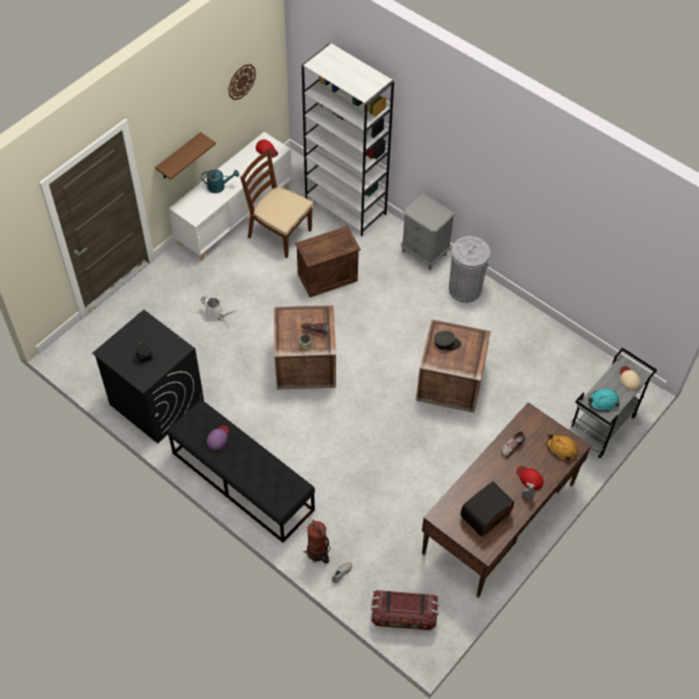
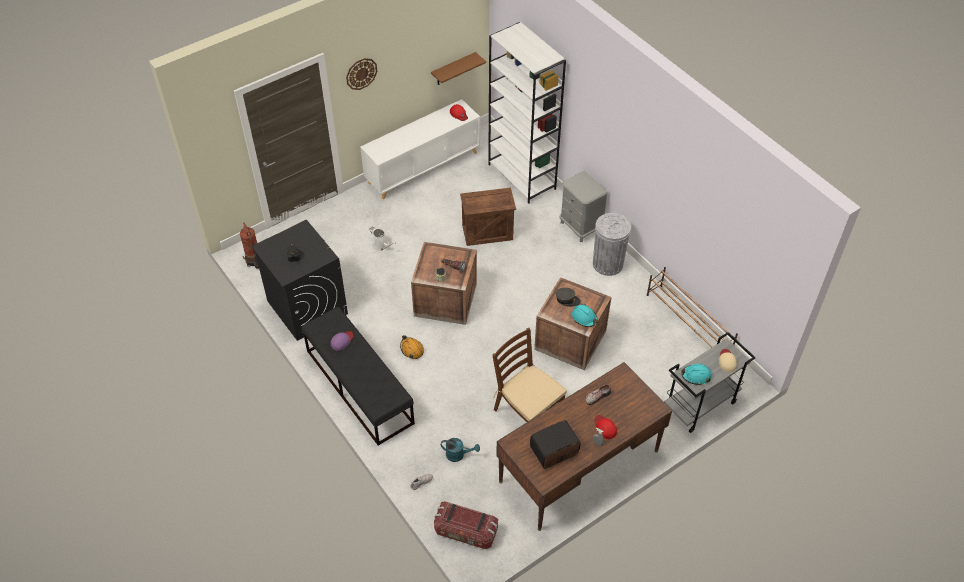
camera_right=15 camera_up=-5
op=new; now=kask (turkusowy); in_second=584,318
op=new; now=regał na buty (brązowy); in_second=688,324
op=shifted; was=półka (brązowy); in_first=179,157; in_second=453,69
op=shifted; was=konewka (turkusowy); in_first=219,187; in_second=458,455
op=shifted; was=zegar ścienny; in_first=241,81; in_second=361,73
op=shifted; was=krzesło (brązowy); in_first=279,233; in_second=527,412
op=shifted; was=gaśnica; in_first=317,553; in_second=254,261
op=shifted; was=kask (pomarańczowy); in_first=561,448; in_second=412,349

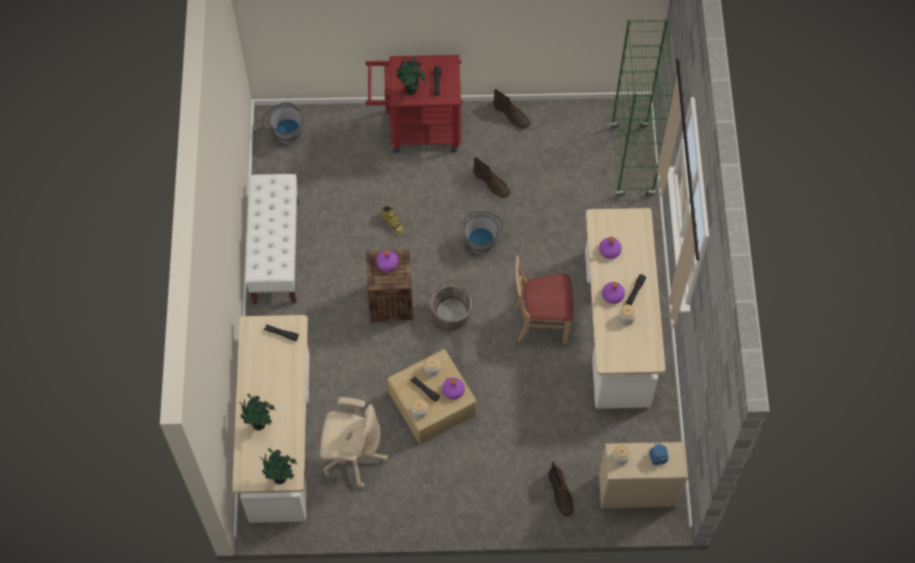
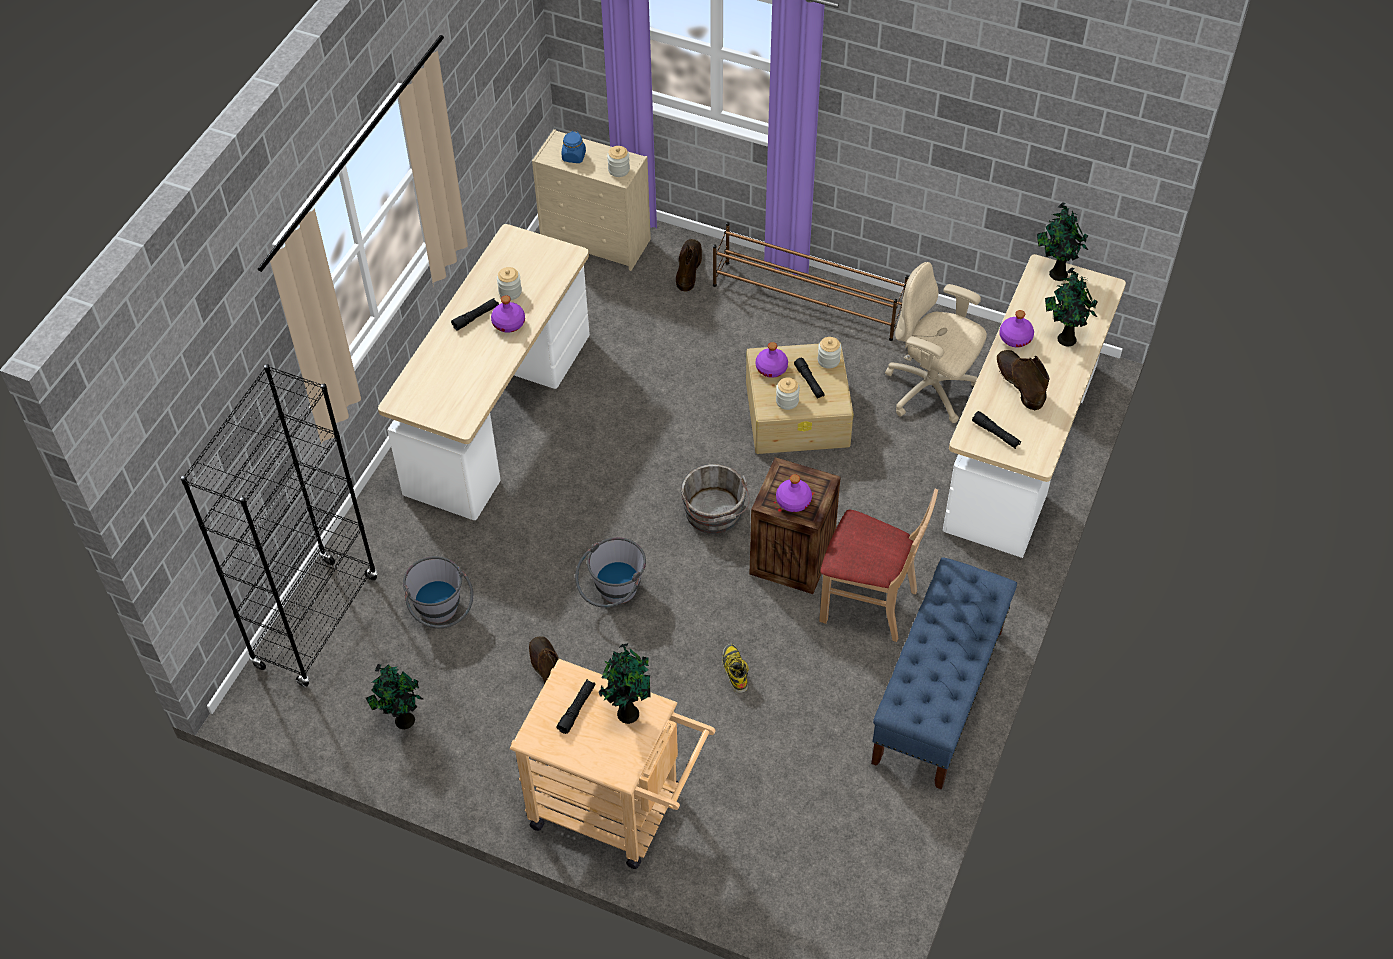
camera_right=-155 camera_up=-10
op=new; now=roślina doniczkowa; in_second=402,720
op=new; now=regał na buty (brązowy); in_second=808,301
op=shifted; was=wiadro (szary); in_first=284,132; in_second=442,614
op=shifted; was=but z cholewką (brązowy); in_first=511,115; in_second=1019,382
op=shifted; was=krzesło (beżowy); in_first=541,322; in_second=868,603
op=shifted; was=butelka (fioletowy); in_first=609,251; in_second=1015,337
op=repainted; was=ławka (biały); now=ławka (niebieski); in_first=276,251; in_second=938,696
op=repainted; was=wózek (czerwony); now=wózek (beżowy); in_first=417,129; in_second=617,810
op=repainted; was=regał (zielony); now=regał (czarny); in_first=632,161; in_second=317,622

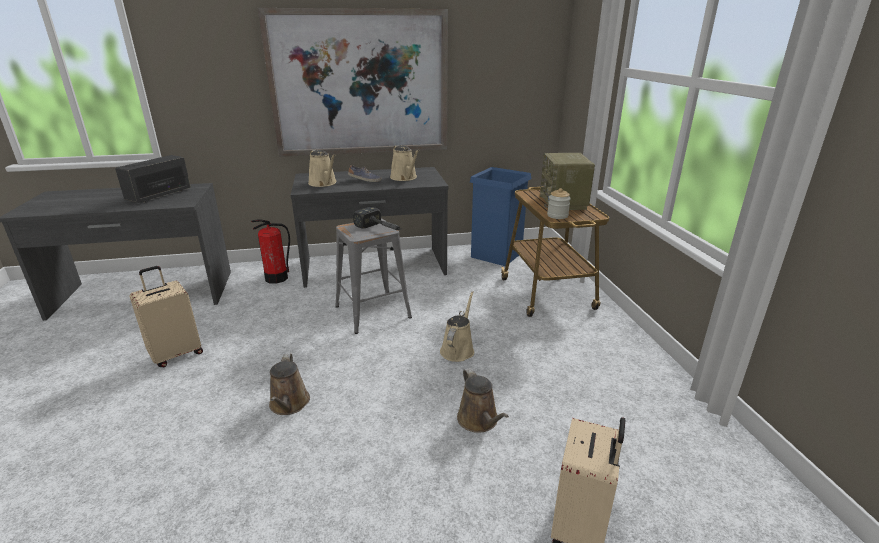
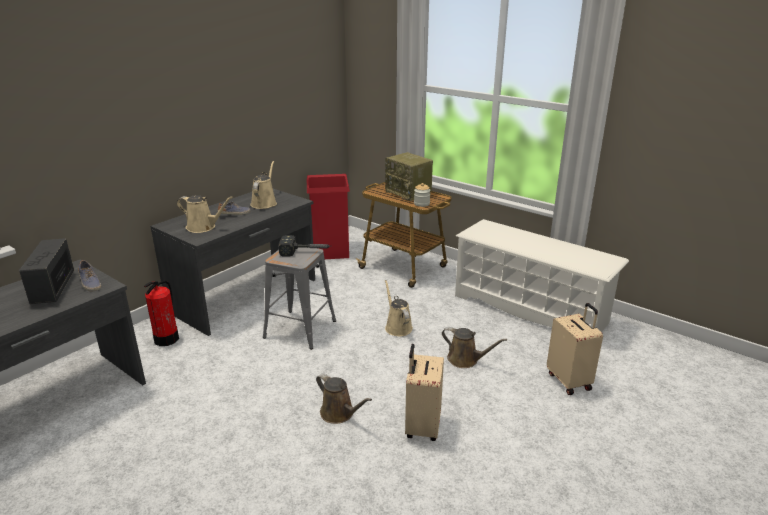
camera_right=-40 camera_up=0
op=gone; was=obraz; in_first=360,84
op=new; now=but; in_second=90,283
op=new; now=regał na buty (biały); in_second=530,309
op=shifted; was=walizka (beżowy); in_first=176,354; in_second=421,427
op=repainted; was=kosz na śmieci (niebieski); now=kosz na śmieci (czerwony); in_first=496,255; in_second=330,251
op=rotated; was=konewka (beżowy); in_first=404,178; in_second=264,203; clockwise=-105

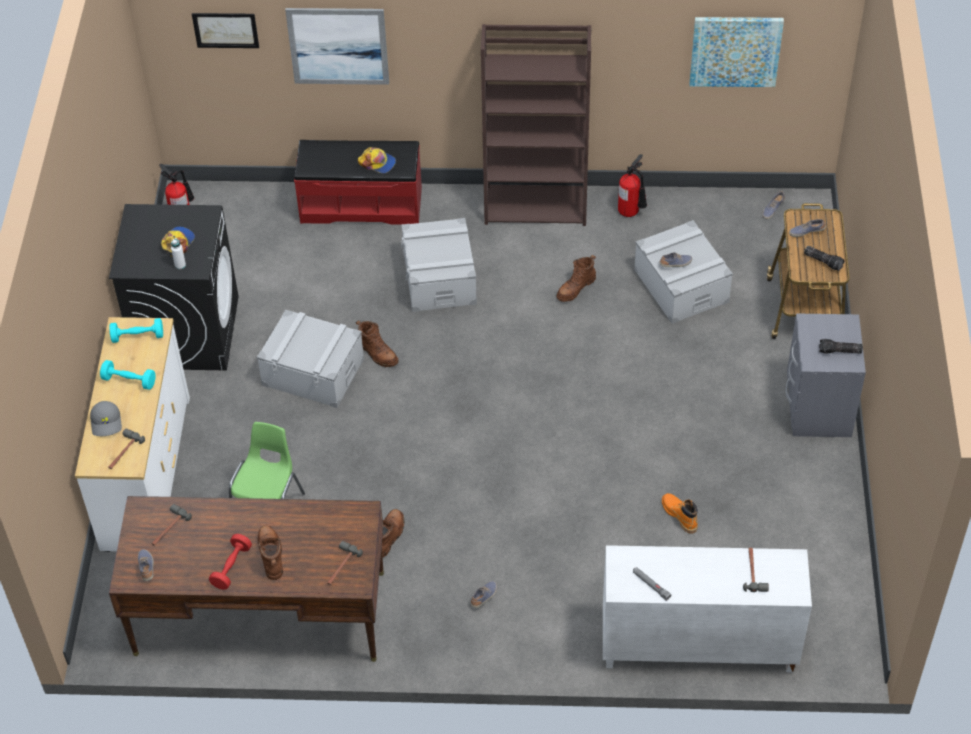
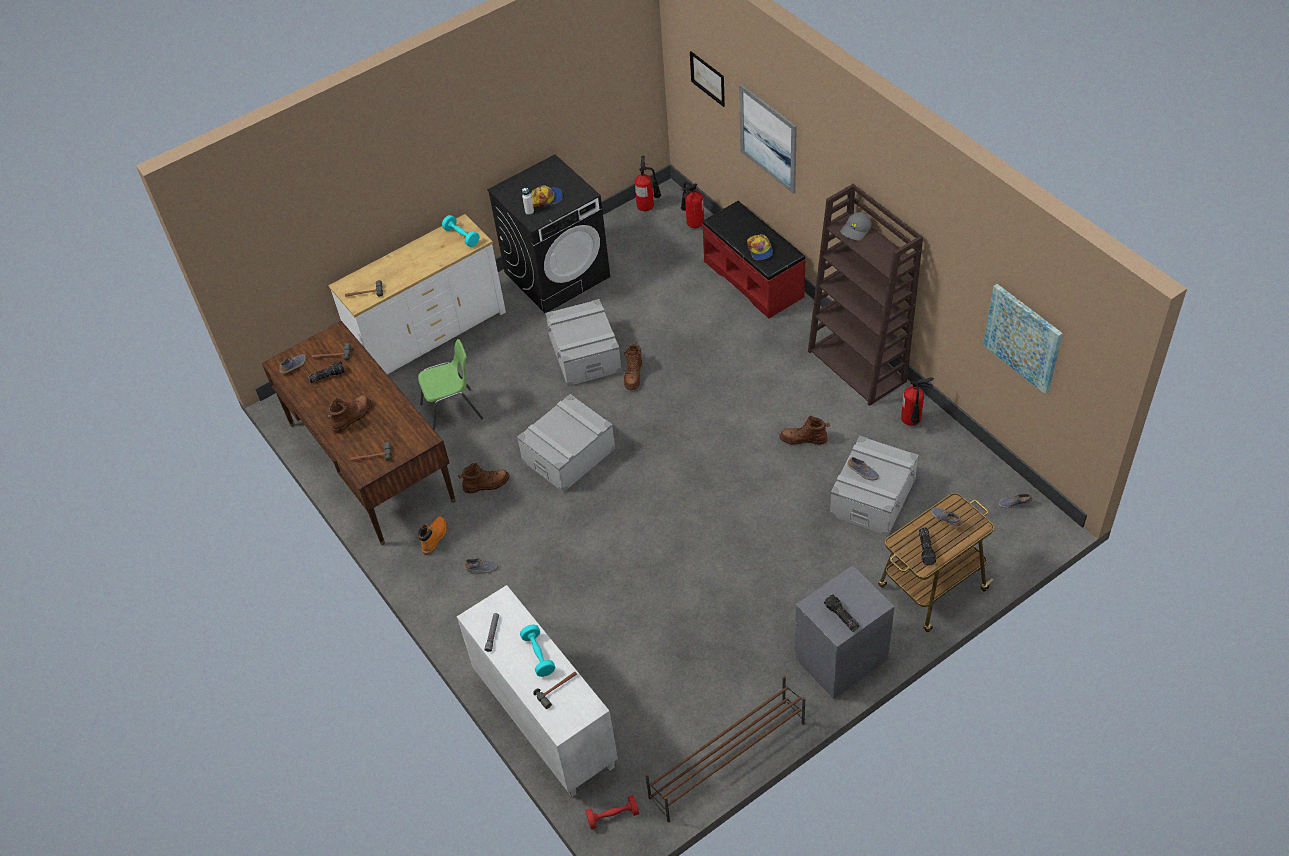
camera_right=55 camera_up=0
op=new; now=latarka; in_second=327,375
op=new; now=regał na buty (brązowy); in_second=726,760
op=new; now=gaśnica; in_second=692,223
op=shifted; was=czapka z daszkiem (szary); in_first=107,423; in_second=856,230
op=shifted; was=hantel (turkusowy); in_first=129,381; in_second=538,655
op=shifted; was=hantel (czerwony); in_first=231,567; in_second=613,816
op=shifted; was=pojemnik do przechowywania (szary); in_first=439,278; in_second=568,455
op=shifted; was=but z cholewką (pomarańczowy); in_first=679,515; in_second=434,538

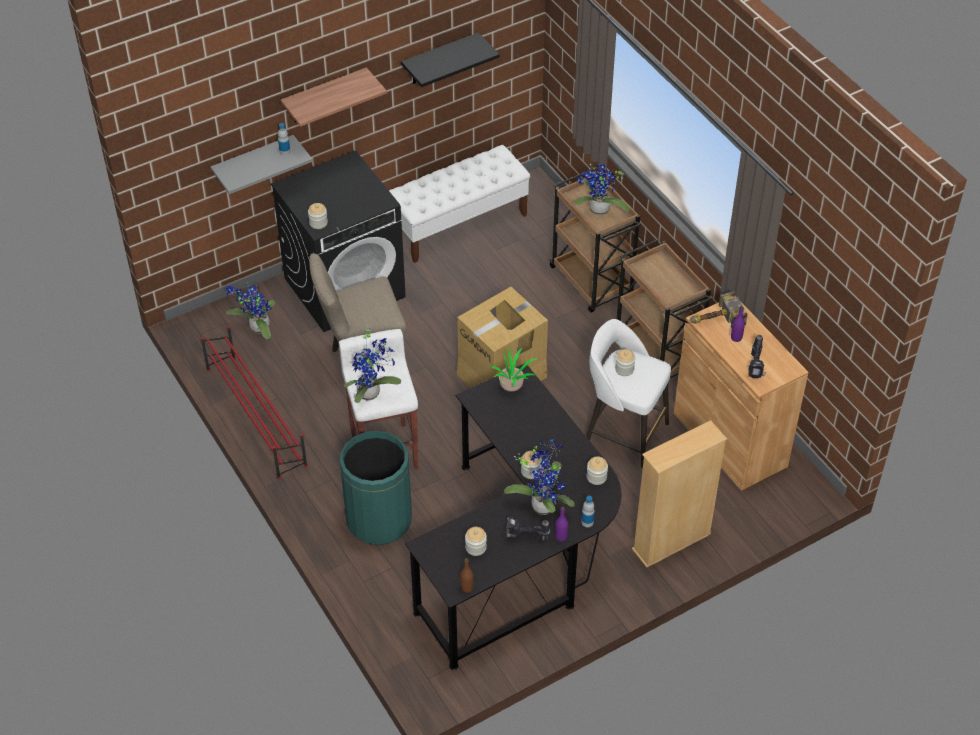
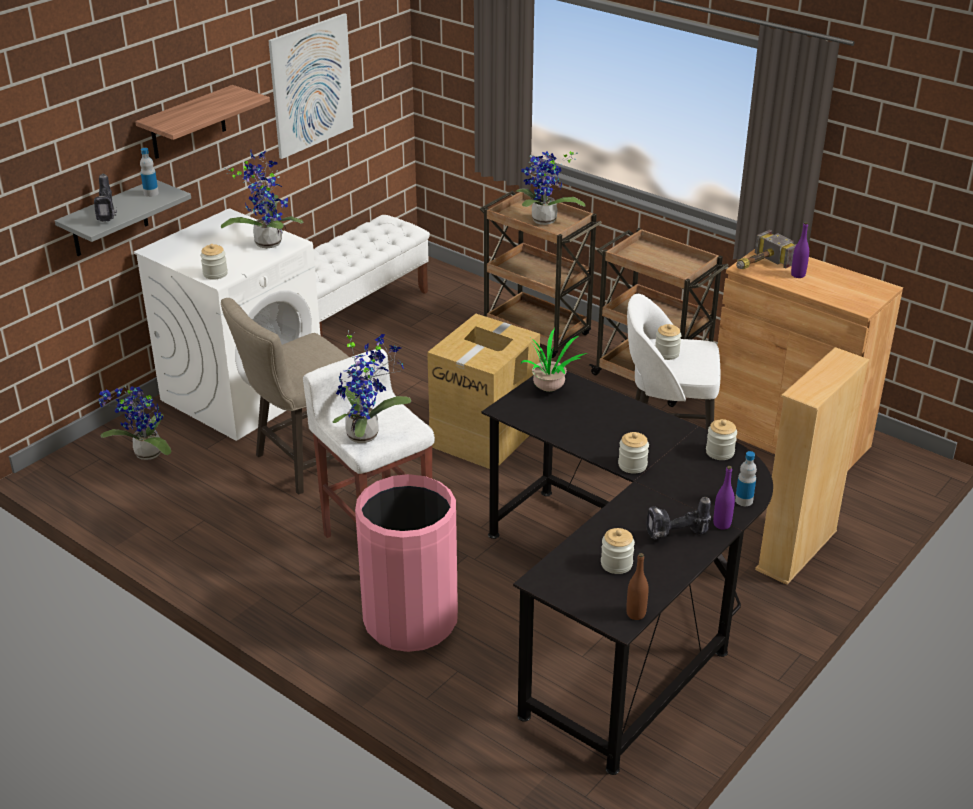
camera_right=-20 camera_up=-15
op=gone; was=regał na buty (czerwony); in_first=256,416
op=shifted; was=roślina doniczkowa; in_first=543,504; in_second=267,241
op=shifted; was=wiertarka; in_first=756,367; in_second=108,215
op=swapped; was=półka (czarny); now=obraz; in_first=440,59; in_second=311,85
op=repainted; was=pralka (czarny); now=pralka (biały); in_first=345,287; in_second=243,393
op=repainted; was=kosz na śmieci (zielony); now=kosz na śmieci (różowy); in_first=379,520; in_second=410,620

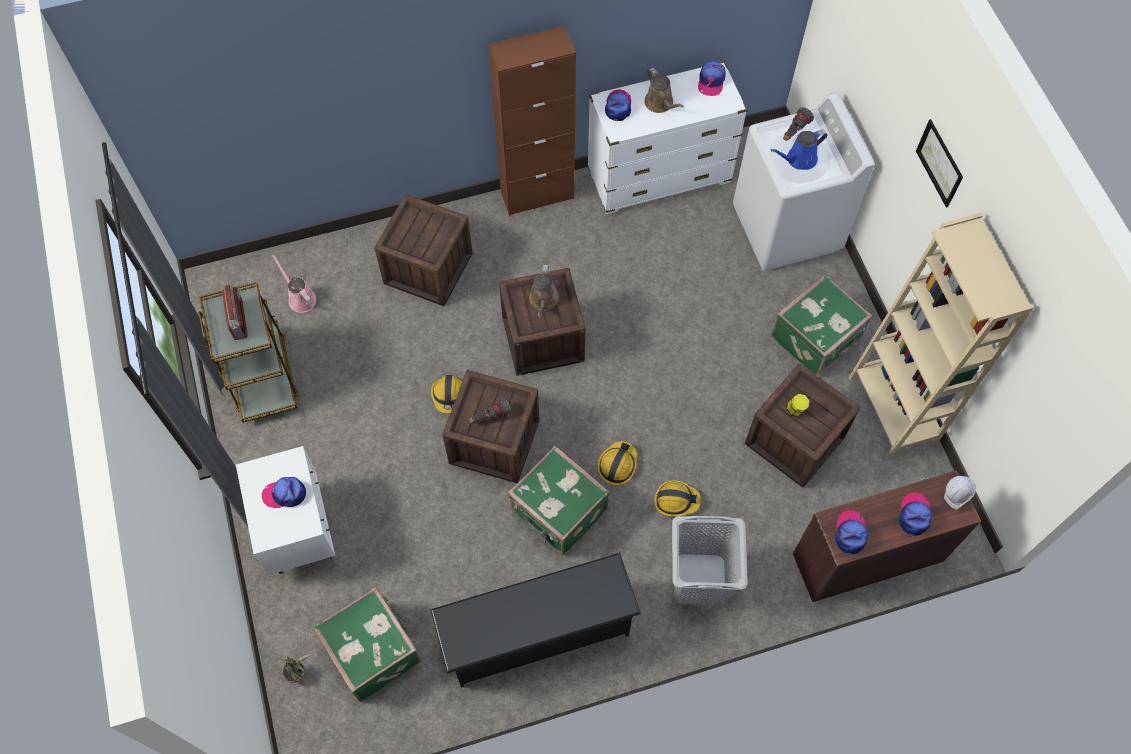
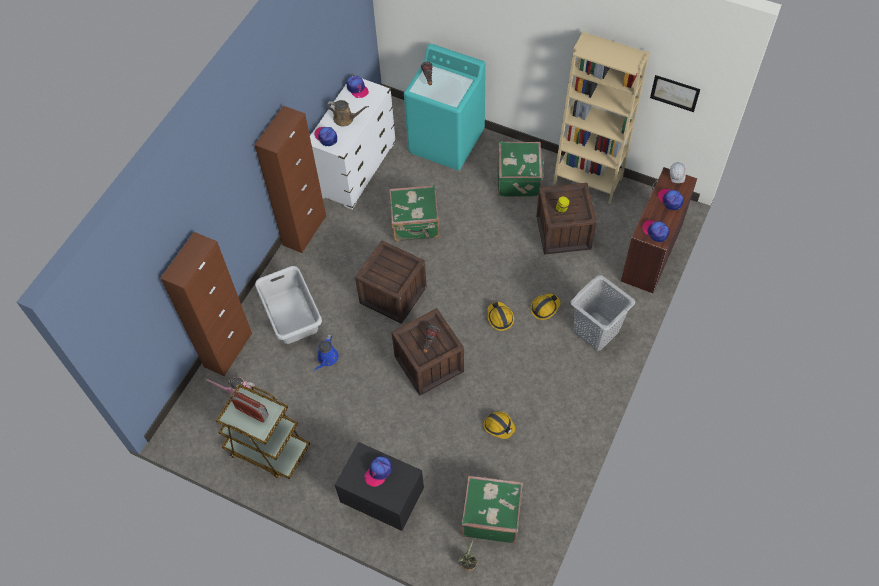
camera_right=-45 camera_up=-5
op=gone; was=regał na buty (czarny); in_first=537,634
op=gone; was=konewka (brązowy); in_first=543,301
op=new; now=szafka (brązowy); in_second=228,350
op=shifted; was=kask; in_first=450,395; in_second=499,426
op=shifted; was=walizka (zielony); in_first=558,512; in_second=415,224
op=shifted; was=konewka (niebieski); in_first=799,159; in_second=327,359
op=shifted; was=obraz; in_first=939,163; in_second=674,93
op=swapped; was=skrzynka; now=kosz na pranie (szary); in_first=428,268; in_second=291,315
op=repainted; was=szafka nocna (biały); now=szafka nocna (czarny); in_first=298,530; in_second=383,501
op=repainted; was=pralka (biały); now=pralka (turkusowy); in_first=786,228; in_second=446,142

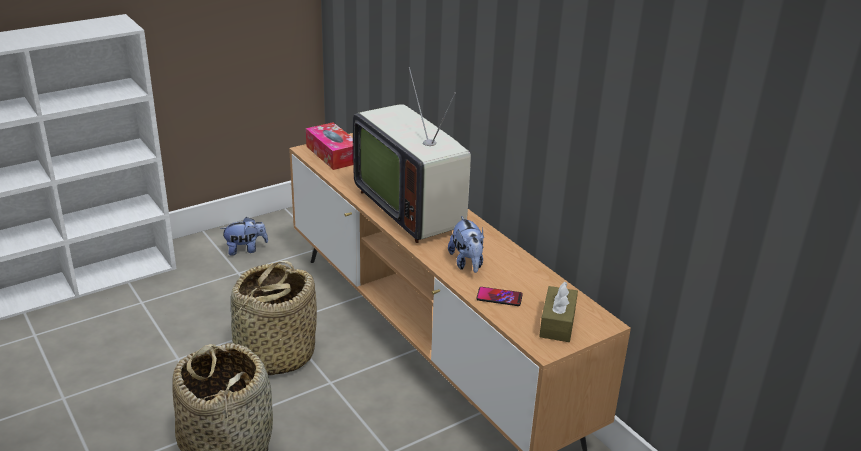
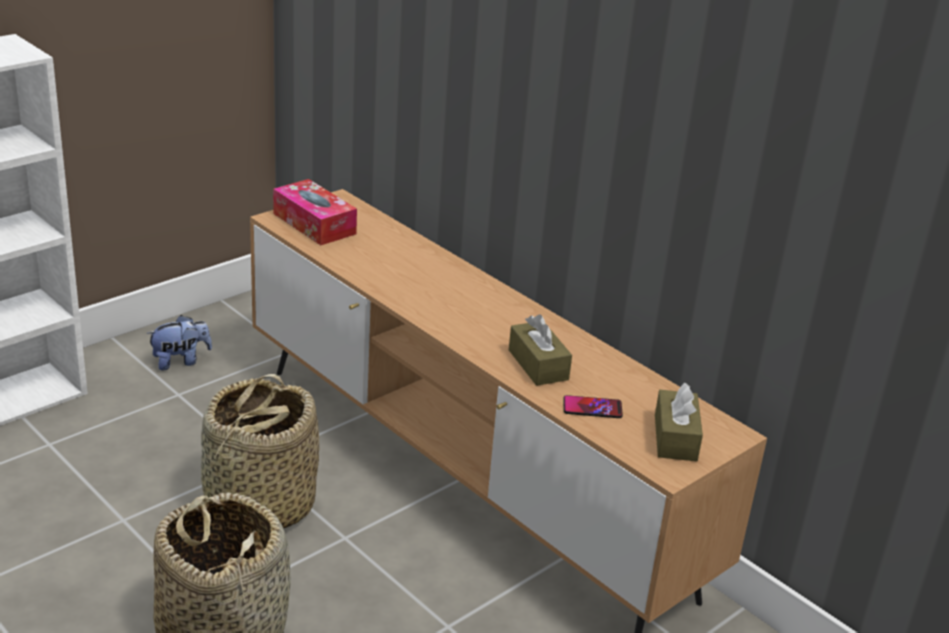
camera_right=-10 camera_up=0
op=gone; was=telewizor; in_first=413,208
op=swapped; was=pluszak; now=pudełko chusteczek (brązowy); in_first=467,263; in_second=538,365

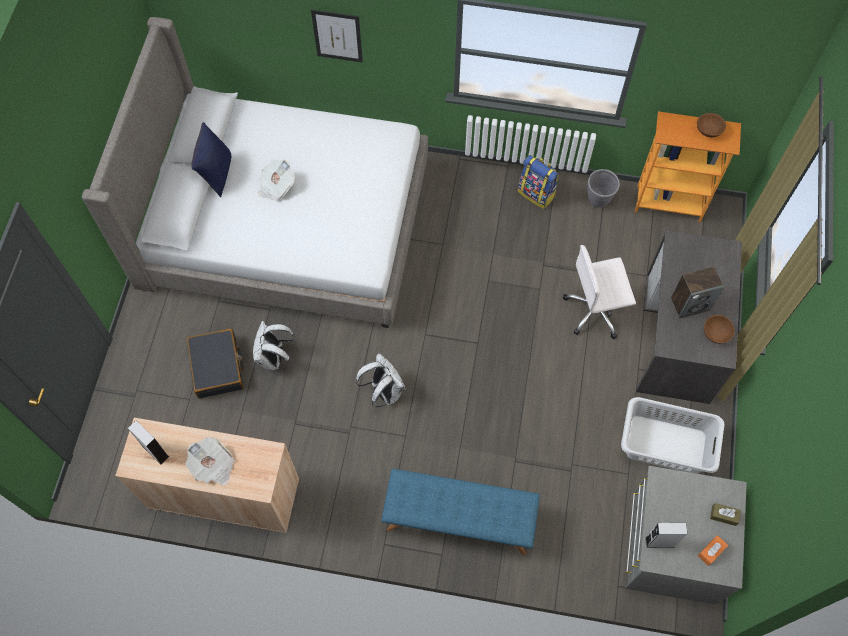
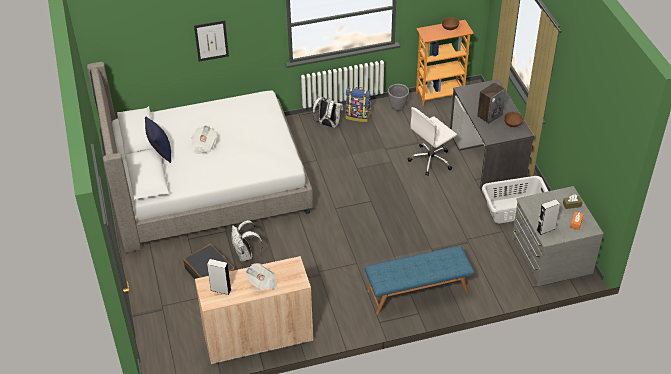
camera_right=-25 camera_up=-20
op=shifted; was=plecak (biały); in_first=384,391; in_second=328,124

